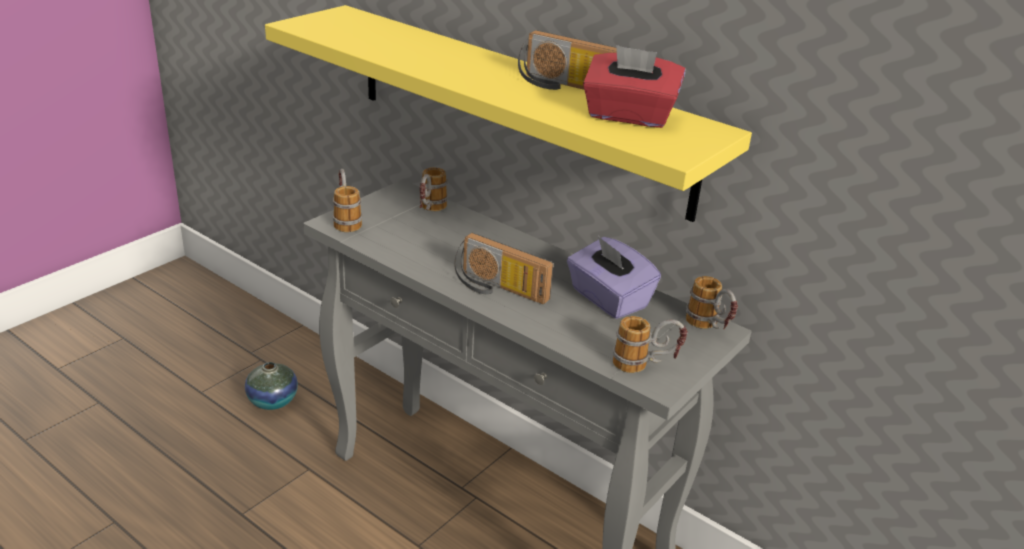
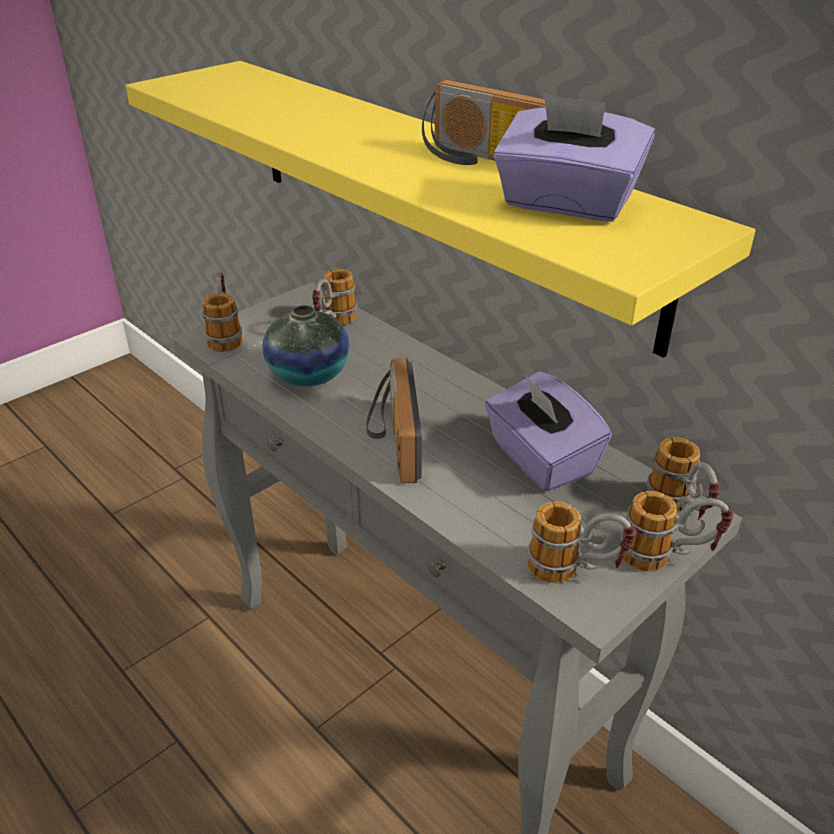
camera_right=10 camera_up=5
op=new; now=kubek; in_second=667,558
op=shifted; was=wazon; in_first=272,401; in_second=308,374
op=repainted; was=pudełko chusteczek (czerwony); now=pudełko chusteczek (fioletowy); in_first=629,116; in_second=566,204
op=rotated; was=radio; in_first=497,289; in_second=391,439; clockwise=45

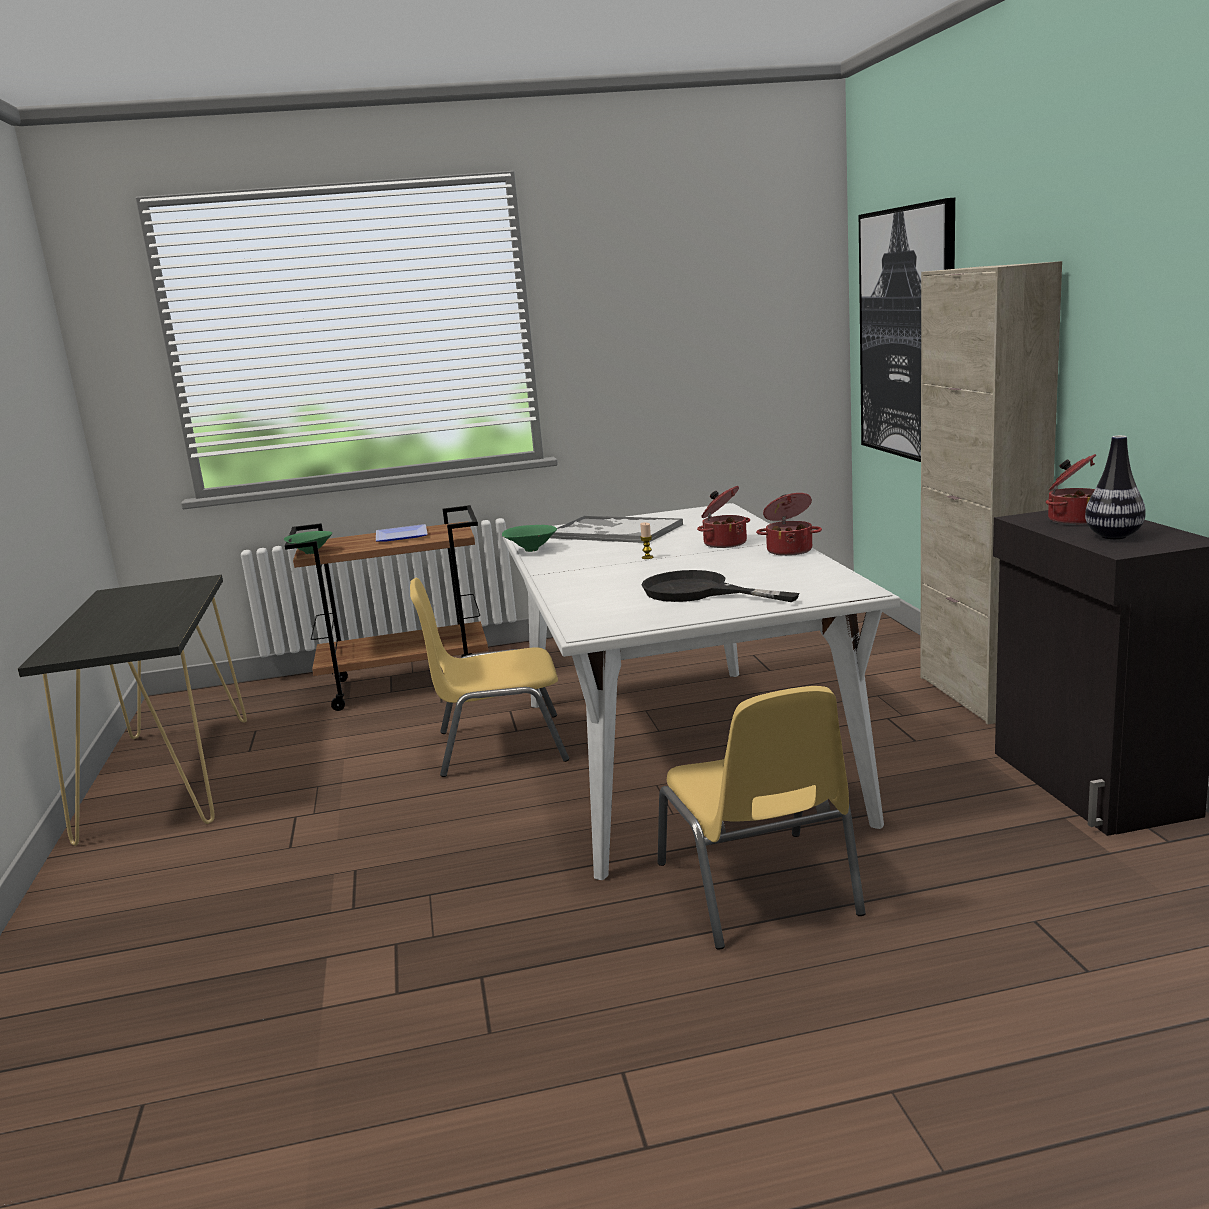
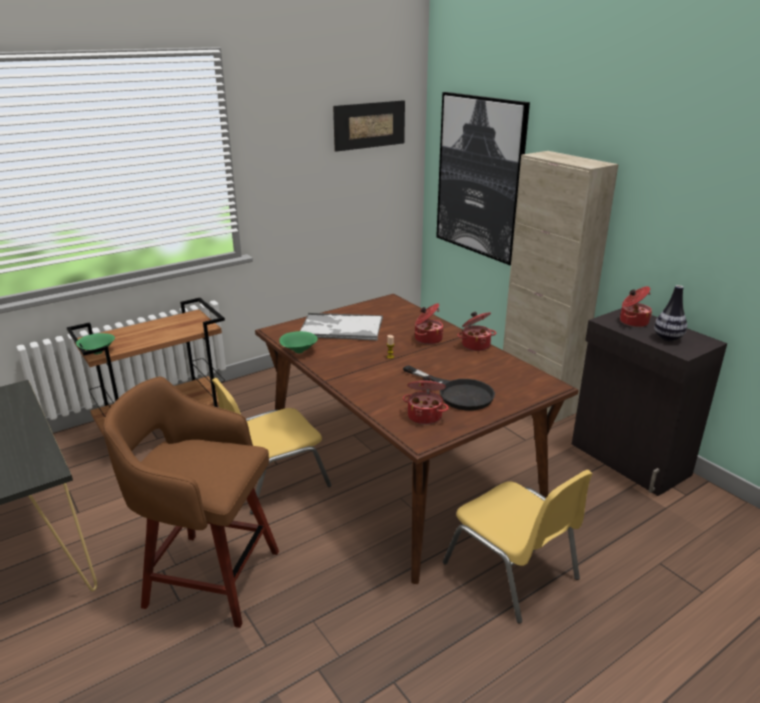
camera_right=-25 camera_up=10
op=gone; was=talerz; in_first=403,536
op=new; now=stołek (brązowy); in_second=209,577
op=new; now=obraz; in_second=369,125
op=new; now=garnek; in_second=425,416
op=repainted; was=stół jadalny (biały); now=stół jadalny (brązowy); in_first=682,757; in_second=402,472
op=rotated; was=patelnia (czarny); in_first=698,592; in_second=457,393; clockwise=-150

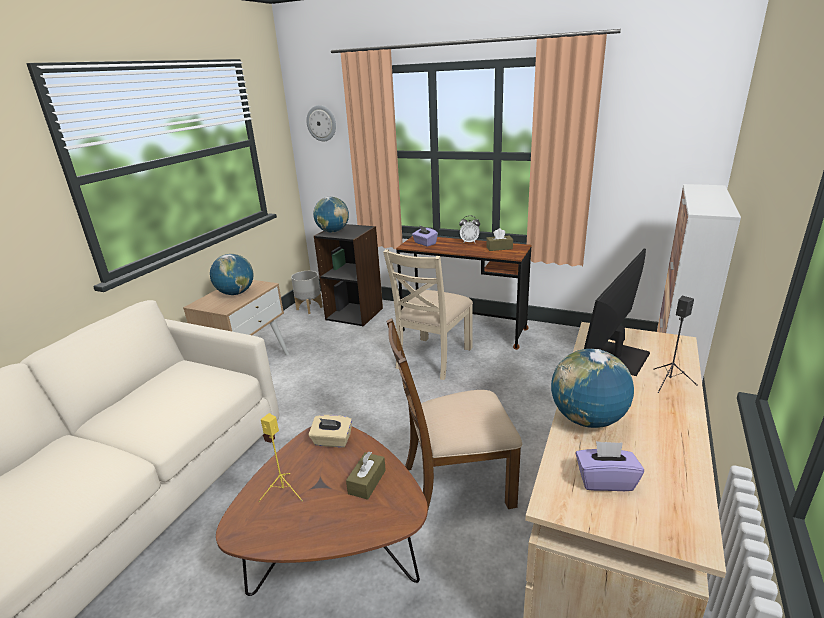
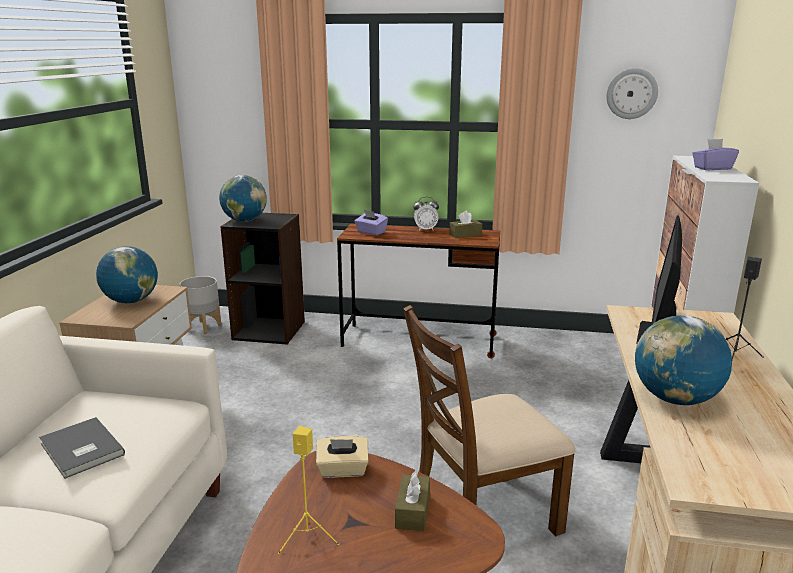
camera_right=-15 camera_up=-5
op=gone; was=krzesło (beżowy); in_first=433,358
op=new; now=książka (szary); in_second=80,450
op=shifted; was=zegar ścienny; in_first=321,123; in_second=631,93
op=shifted; was=pudełko chusteczek (fioletowy); in_first=605,480; in_second=712,168

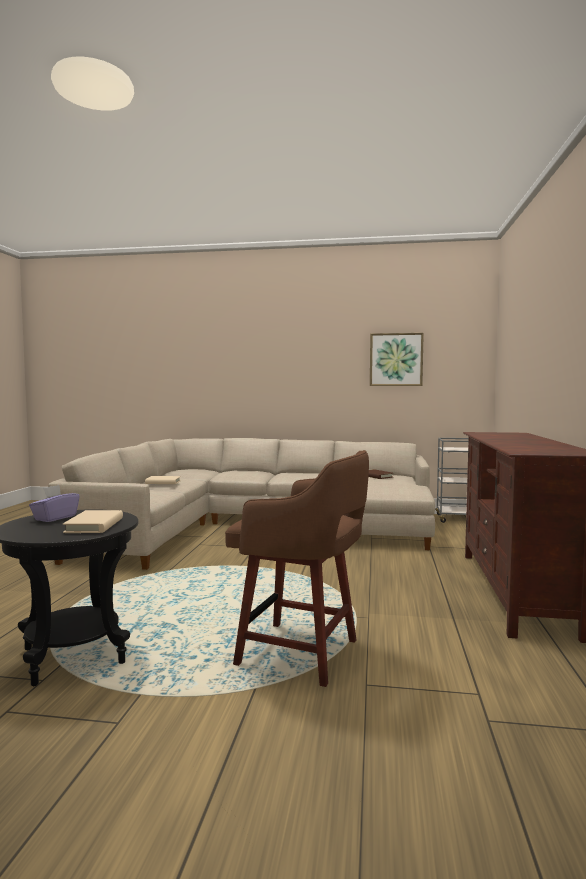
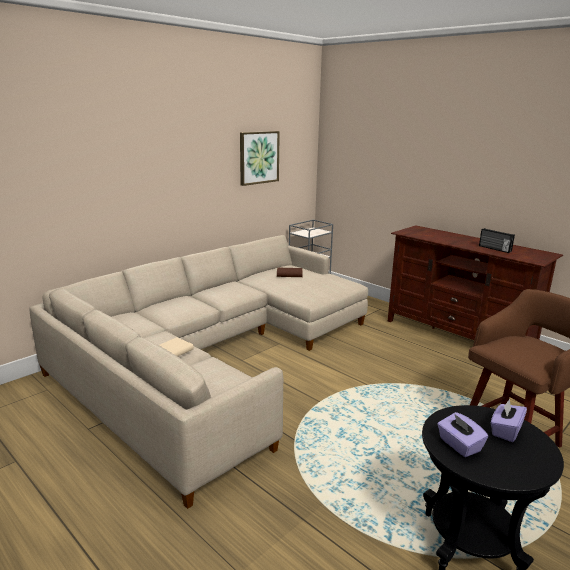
camera_right=-55 camera_up=15
op=new; now=radio; in_second=494,249
op=swapped; was=książka (beżowy); now=pudełko chusteczek (fioletowy); in_first=94,525; in_second=505,431

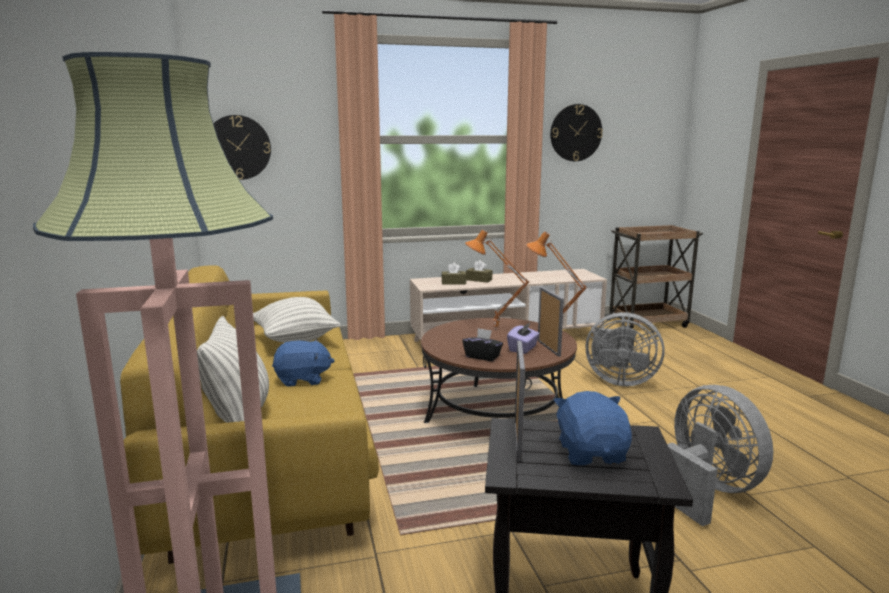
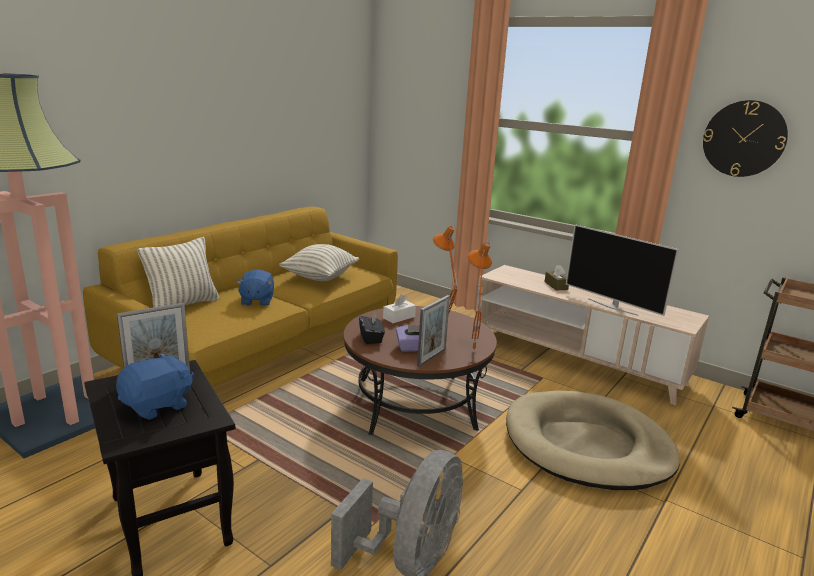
camera_right=50 camera_up=5
op=gone; was=zegar ścienny; in_first=238,147
op=gone; was=pudełko chusteczek (brązowy); in_first=453,282
op=new; now=pudełko chusteczek (biały); in_second=399,317
op=new; now=telewizor; in_second=612,307
op=swapped; was=wentylator (szary); now=legowisko (beżowy); in_first=619,380; in_second=587,445
op=rotated; was=pluszak (niebieski); in_first=303,380; in_second=256,301; clockwise=45

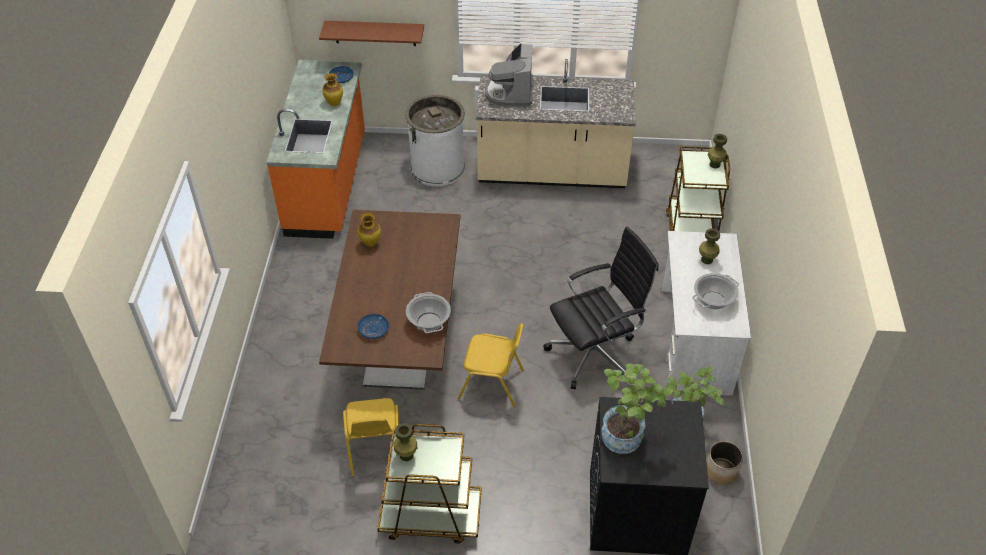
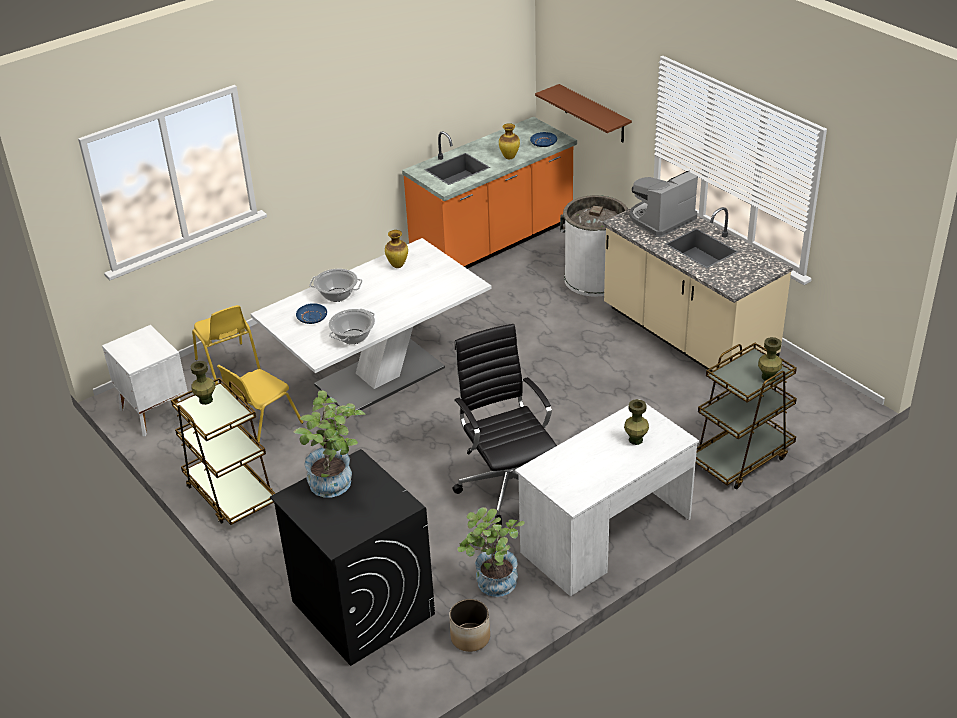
camera_right=50 camera_up=-10
op=new; now=szafka nocna (biały); in_second=154,412
op=shifted; was=krzesło (żółty); in_first=492,384; in_second=229,366
op=shifted; was=garnek; in_first=713,301; in_second=337,295
op=repainted; was=stół jadalny (brązowy); now=stół jadalny (biały); in_first=400,343; in_second=380,376
op=rotated; was=krzesło biurowe (czarny); in_first=595,353; in_second=507,484; clockwise=-135

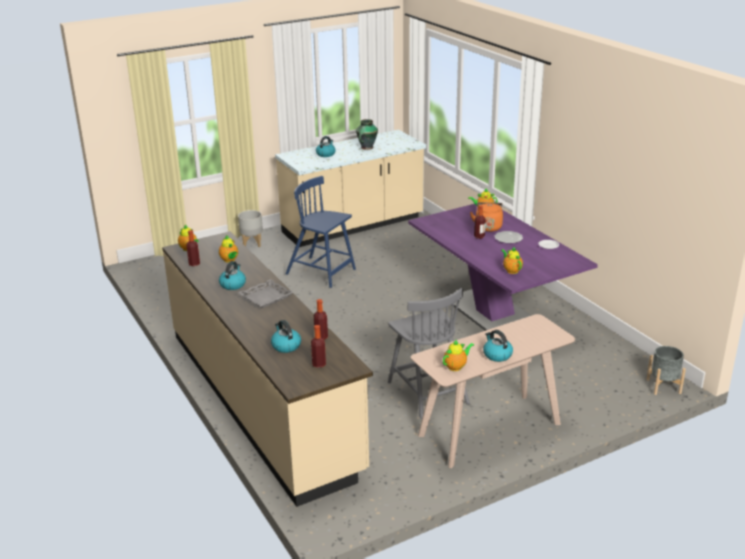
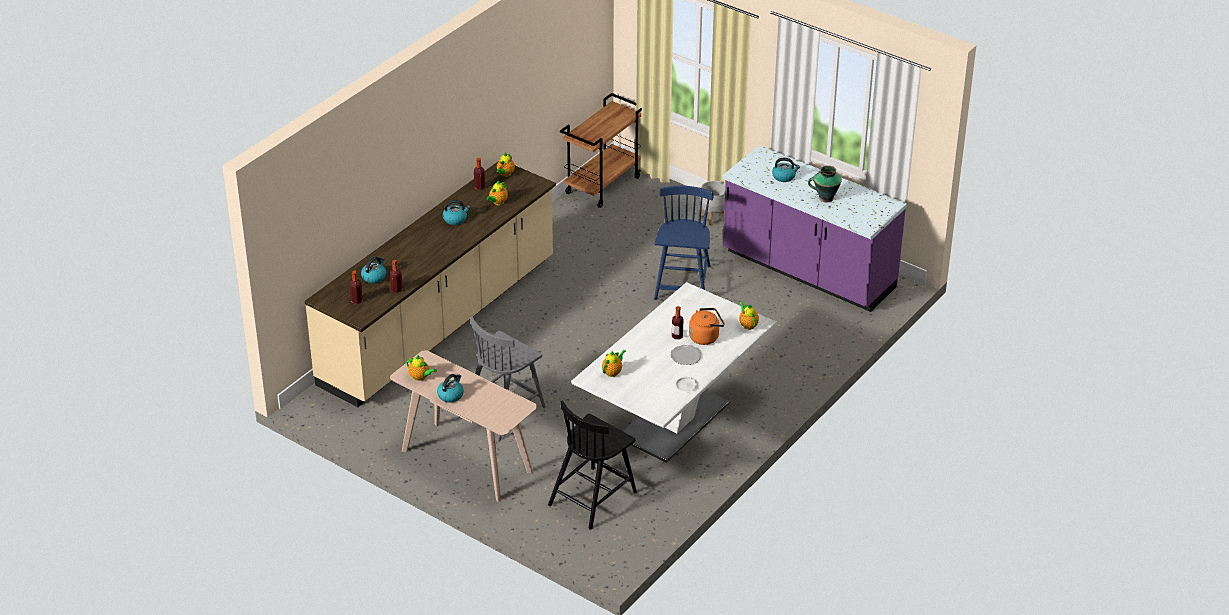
camera_right=65 camera_up=10
op=gone; was=taca (szary); in_first=266,297
op=gone; was=donica (szary); in_first=663,386
op=new; now=krzesło (czarny); in_second=593,497
op=new; now=wózek (brązowy); in_second=603,185
op=repainted; was=zabudowa kuchenna (beżowy); now=zabudowa kuchenna (fioletowy); in_first=353,226; in_second=807,272
op=repainted; was=stół jadalny (fioletowy); now=stół jadalny (biały); in_first=493,313; in_second=673,420

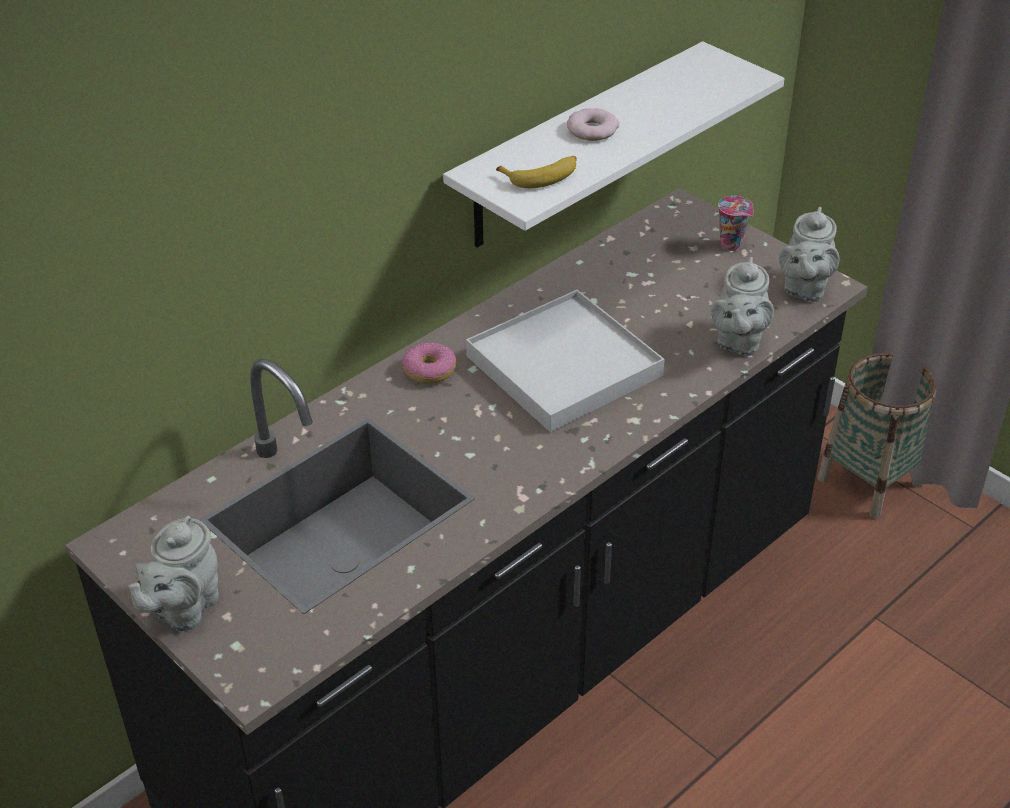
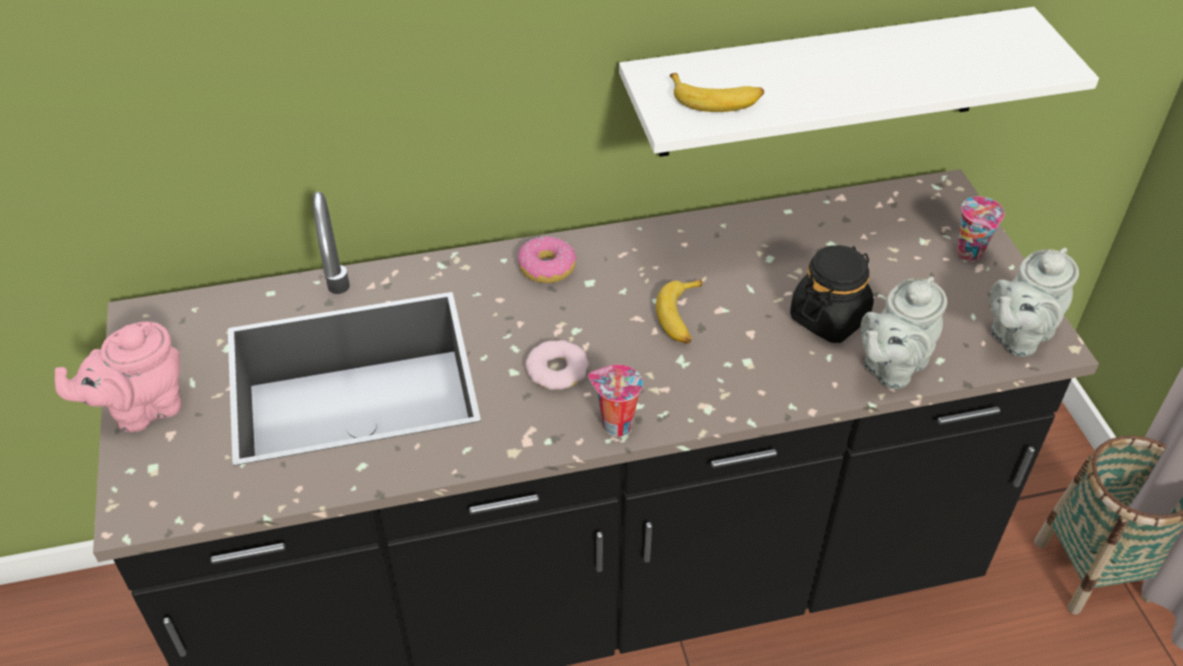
camera_right=30 camera_up=5
op=new; now=filiżanka; in_second=615,425
op=new; now=słoik (czarny); in_second=829,317
op=shifted; was=donut; in_first=592,130; in_second=557,370
op=swapped; was=taca (biały); now=banan; in_first=564,366; in_second=682,317
op=repainted; was=imbryk (szary); now=imbryk (różowy); in_first=183,609; in_second=142,409

